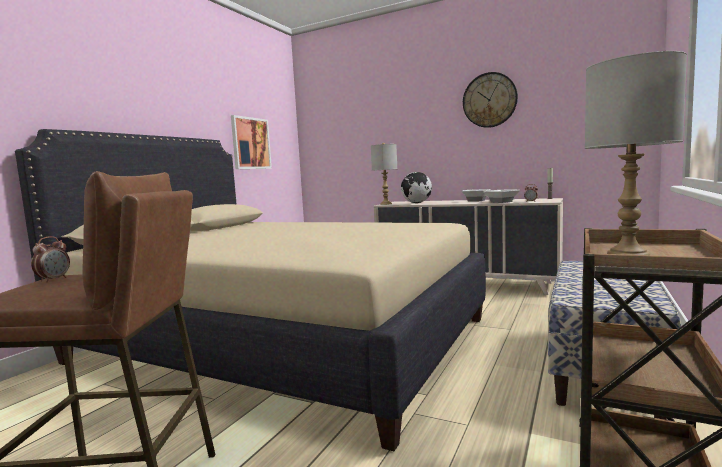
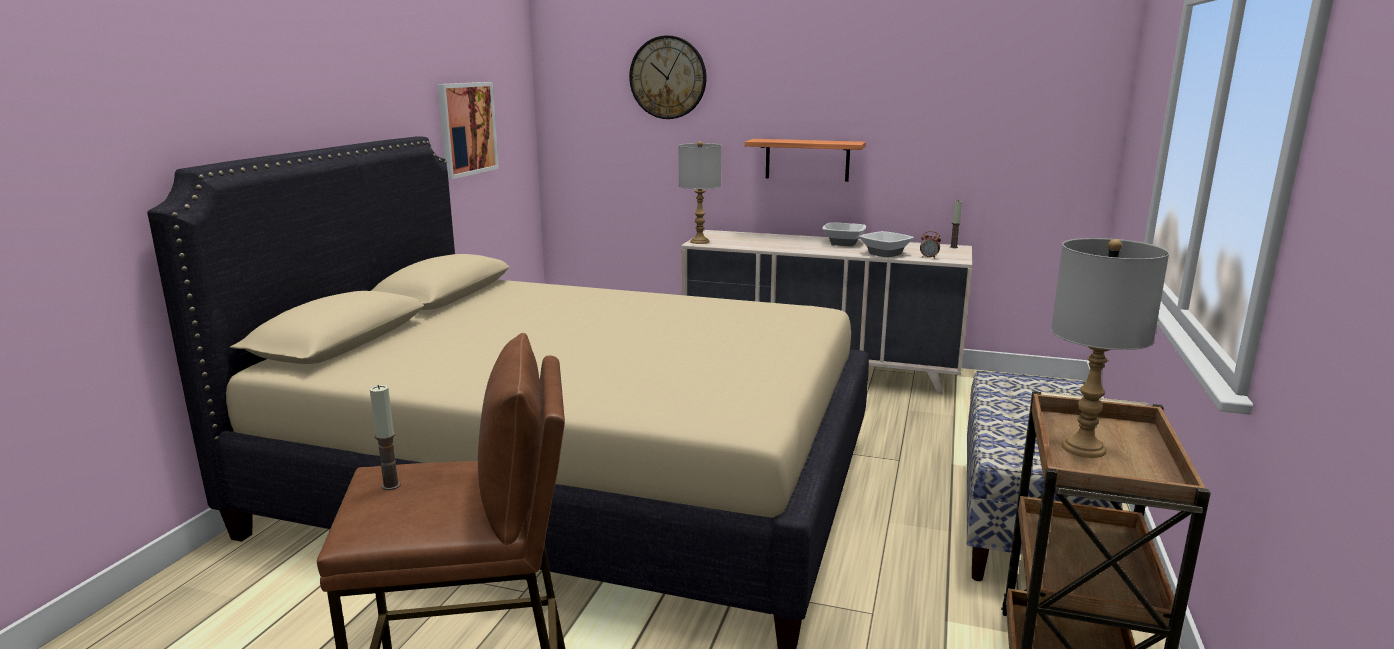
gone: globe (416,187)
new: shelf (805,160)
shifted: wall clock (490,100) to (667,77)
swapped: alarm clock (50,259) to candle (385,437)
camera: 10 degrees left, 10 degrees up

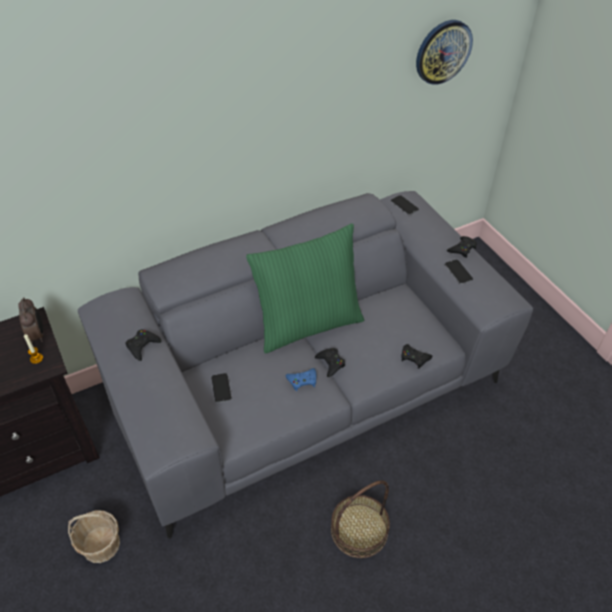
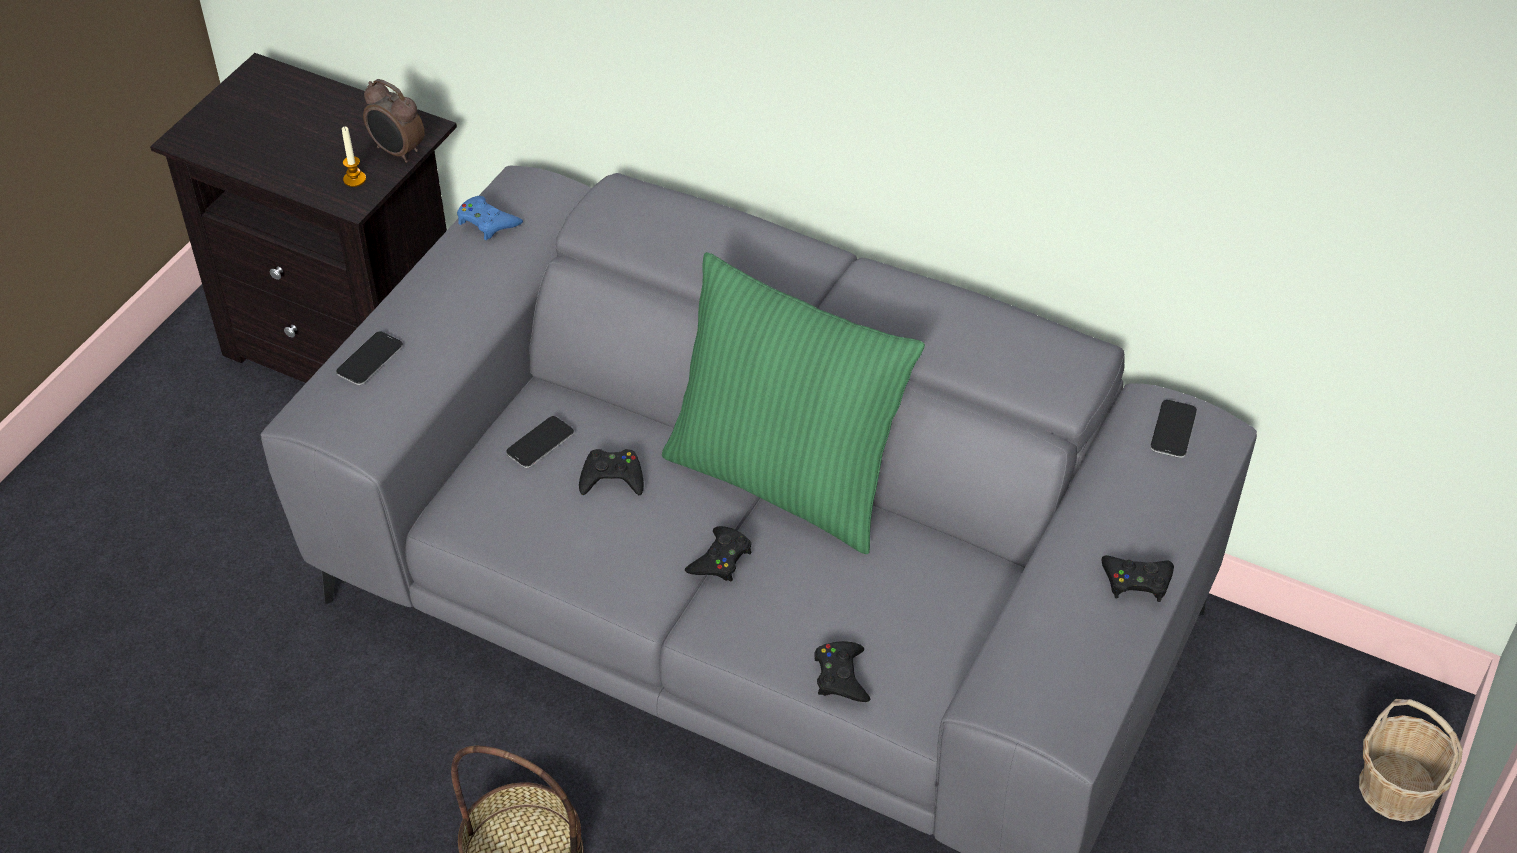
gone: wall clock (444,52)
shifted: basket (94,536) to (1411,760); game controller (black) (143,345) to (611,472); game controller (blue) (300,379) to (490,218); phone (459,272) to (369,358)
rotated: alarm clock (31,320) = (394,121) 90 degrees clockwise
camera: 55 degrees right, 0 degrees up

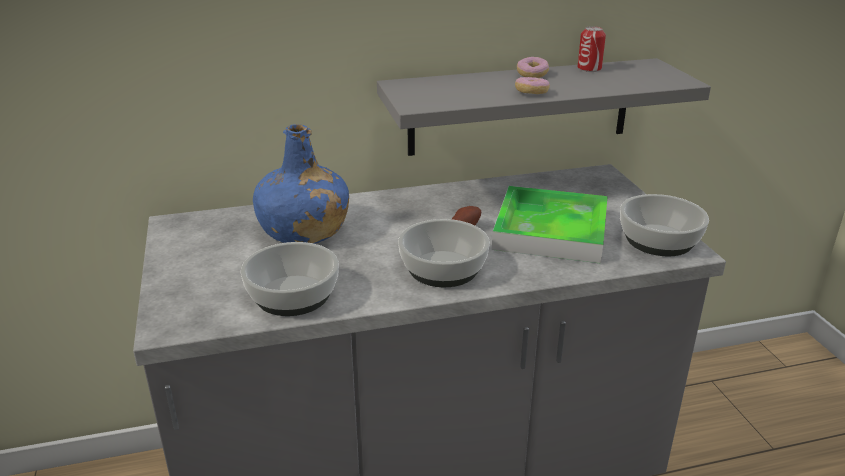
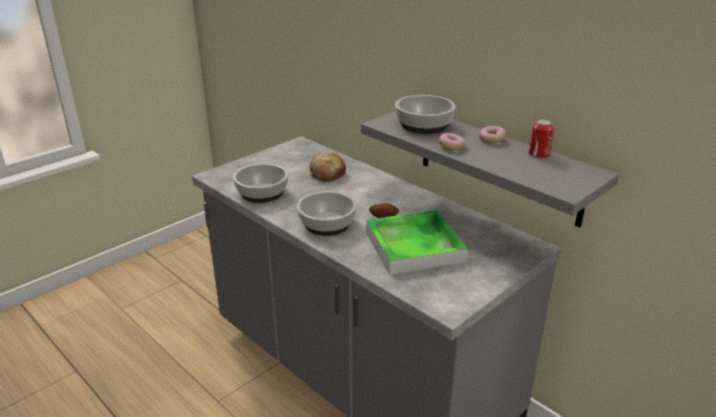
shifted: bowl (664,225) to (425,114)
swapped: bottle (blue) (301,184) to bread (328,167)
camera: 60 degrees right, 0 degrees up

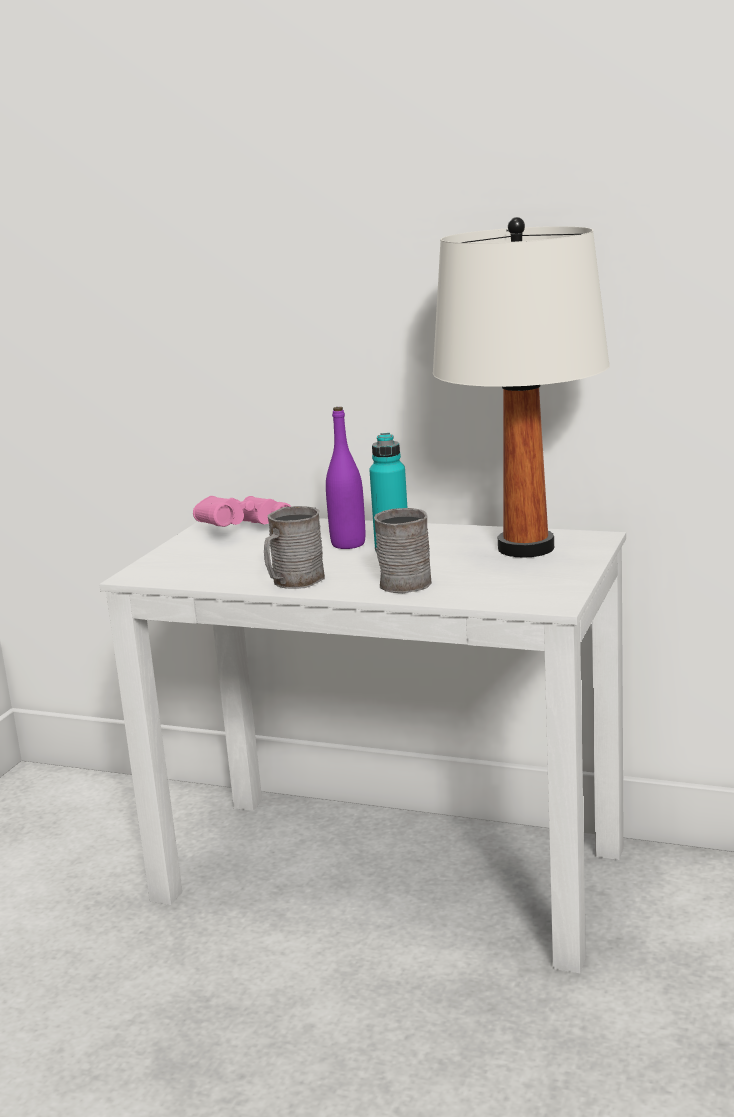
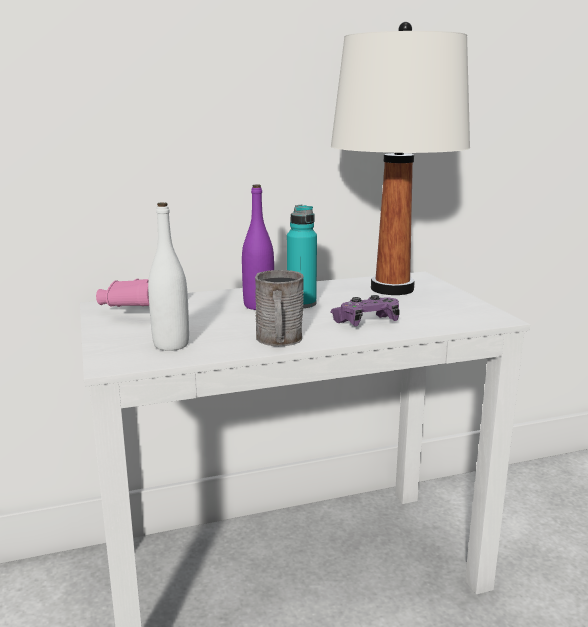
new: bottle (white) (168,276)
swapped: mug (grey) (403,550) to game controller (purple) (365,310)
camera: 40 degrees left, 0 degrees up

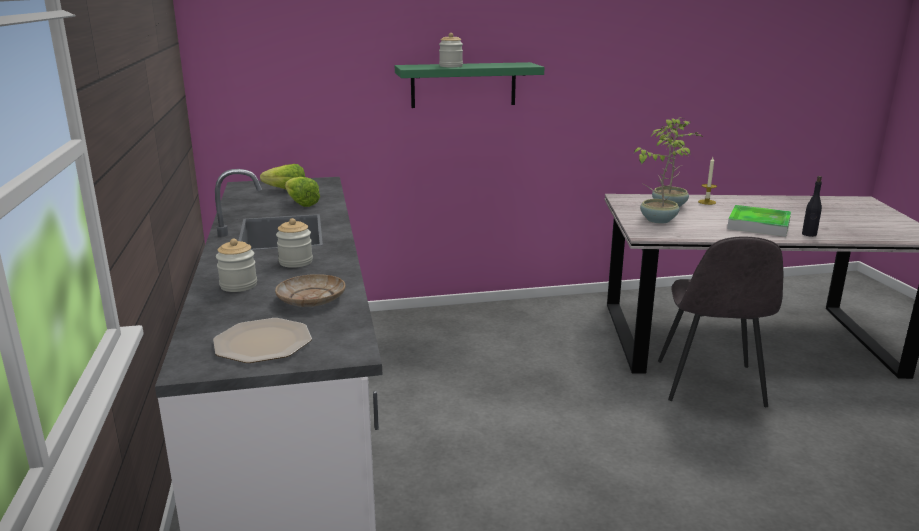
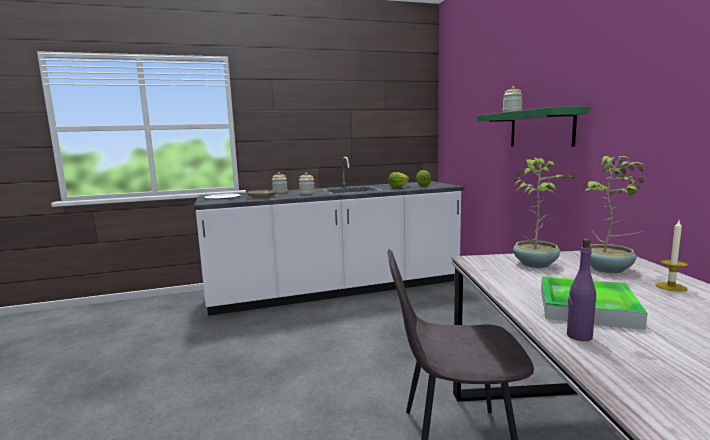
repainted: bottle (black) (812,206) to bottle (purple) (581,290)
camera: 85 degrees right, 10 degrees down

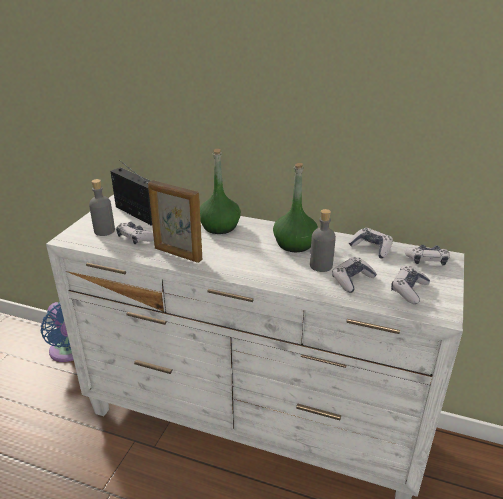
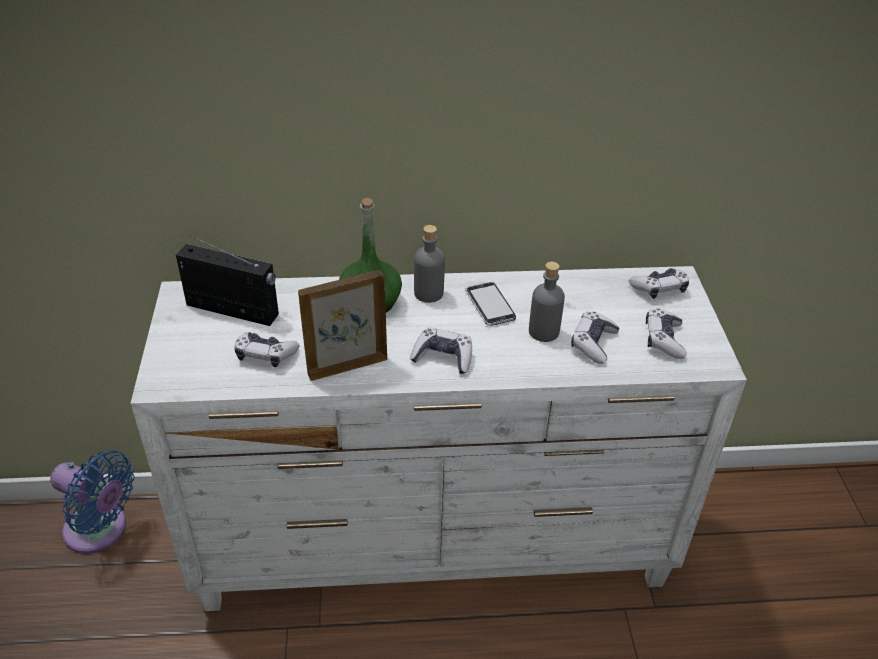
shifted: bottle (grey) (102,207) to (429,264); game controller (371,243) to (441,350)
swapped: bottle (green) (295,207) to phone (491,304)
rotated: picture frame (175,221) = (342,325) 150 degrees clockwise
camera: 25 degrees left, 10 degrees up

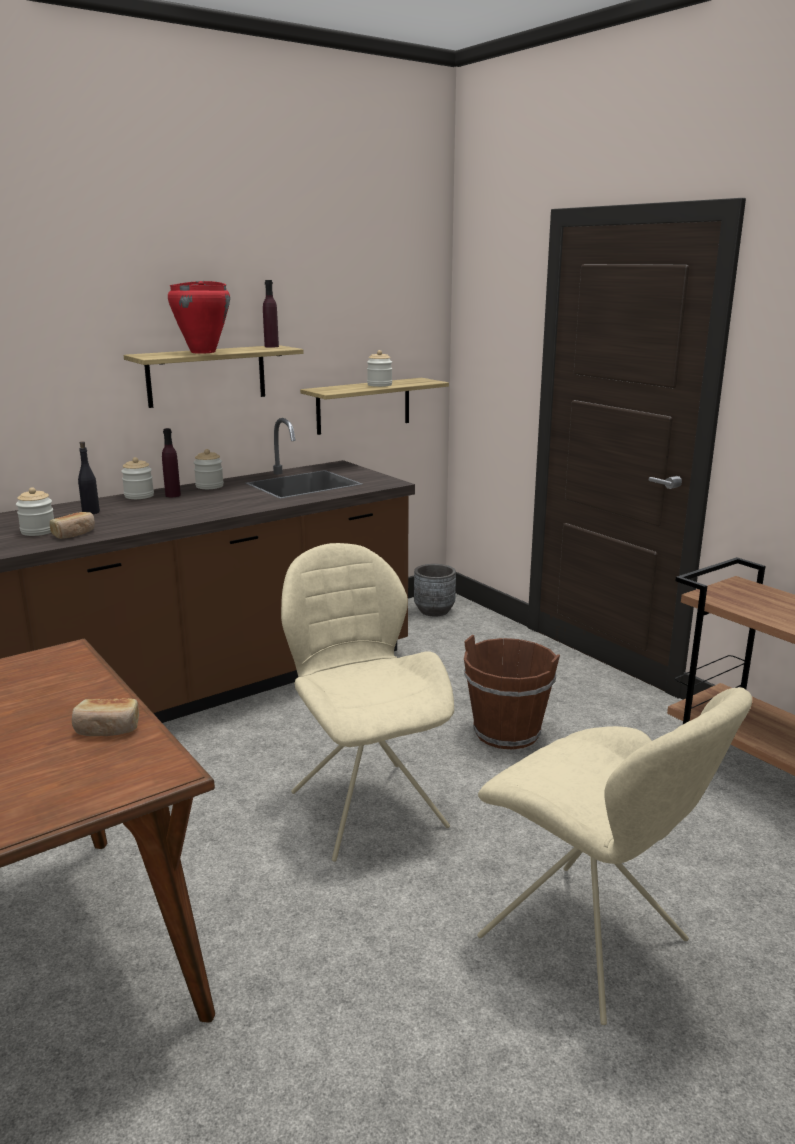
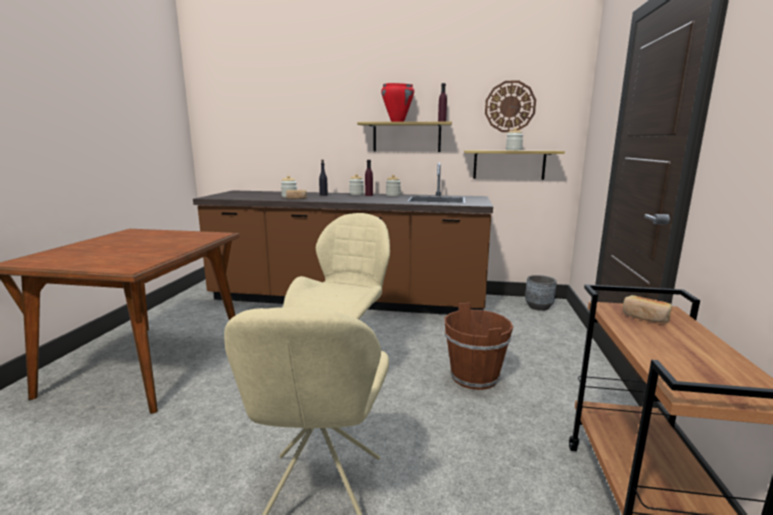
new: wall clock (510,106)
shifted: bread (105,717) to (647,309)
camera: 45 degrees right, 5 degrees down

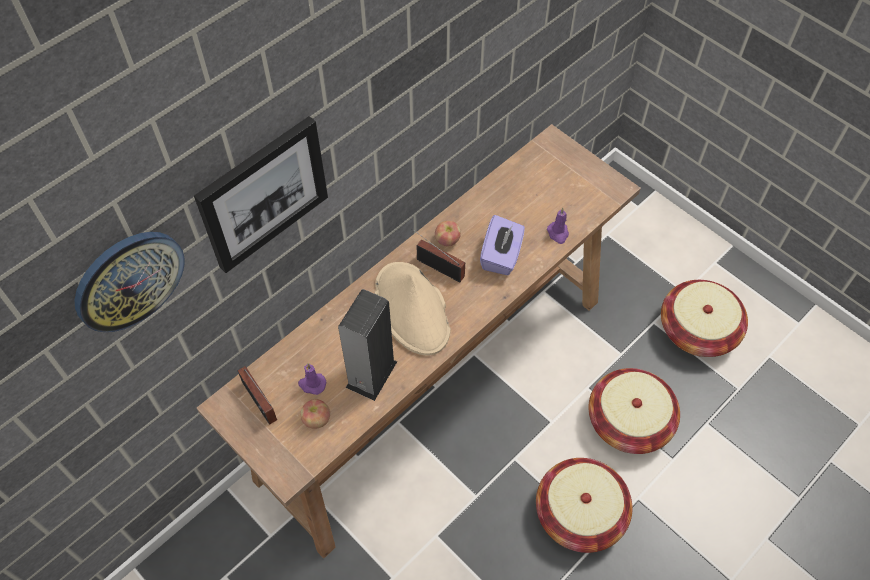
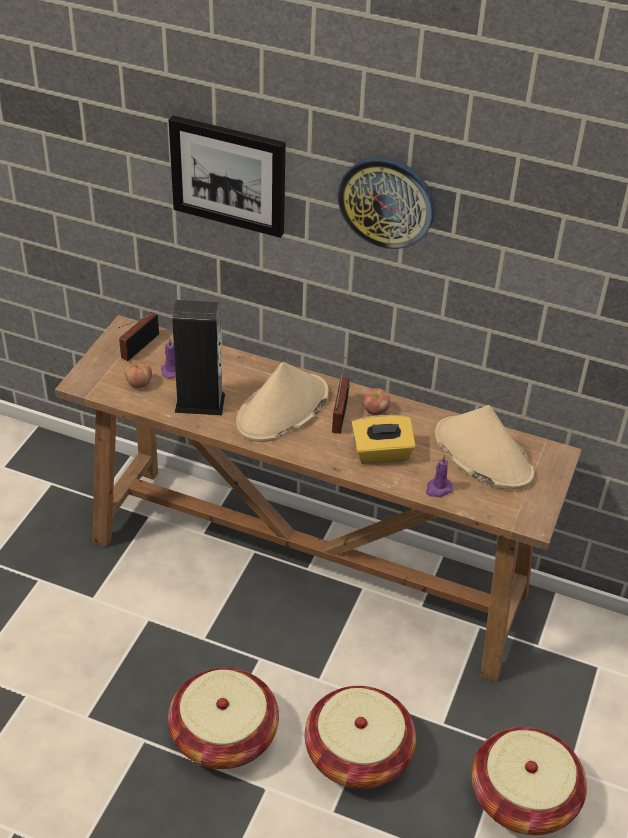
new: hat (beige) (484,447)
shifted: wall clock (129,282) to (386,203)
repainted: tissue box (purple) (502,245) to tissue box (yellow) (383,439)
camera: 65 degrees right, 15 degrees down

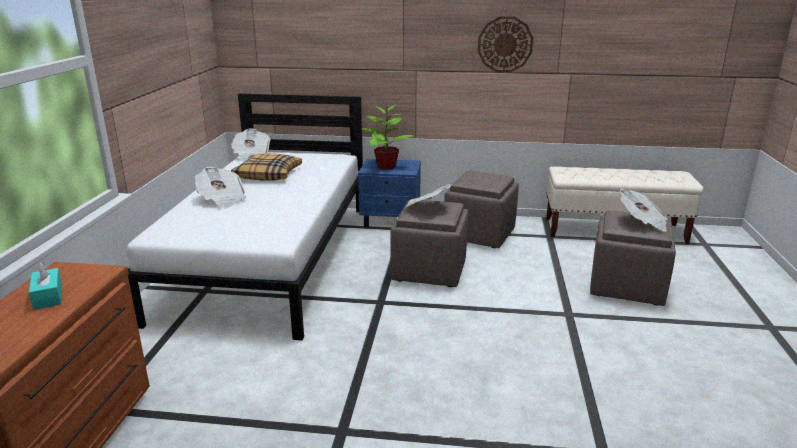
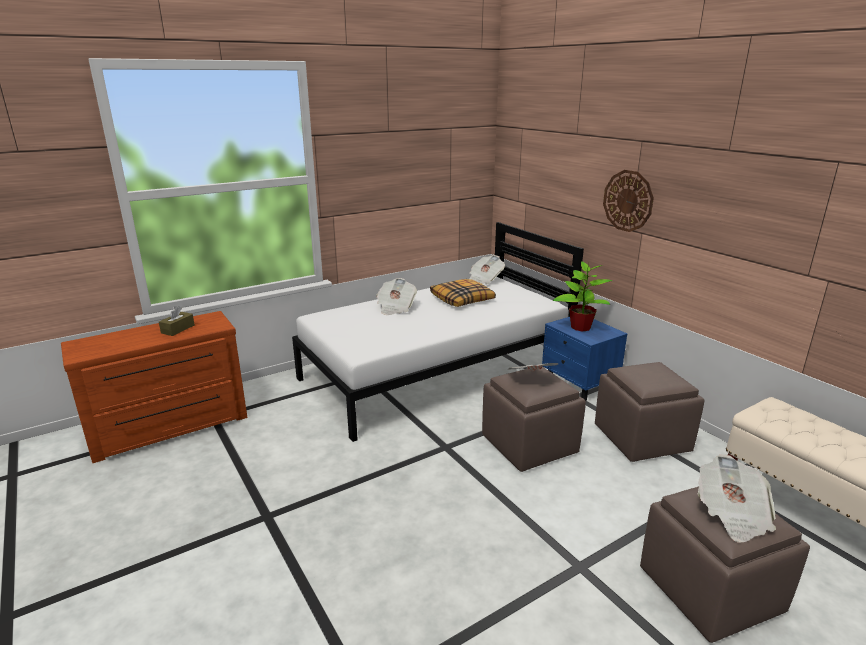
shifted: wall clock (505,44) to (628,201)
repainted: tissue box (turquoise) (45,286) to tissue box (brown) (177,321)
camera: 50 degrees right, 0 degrees up

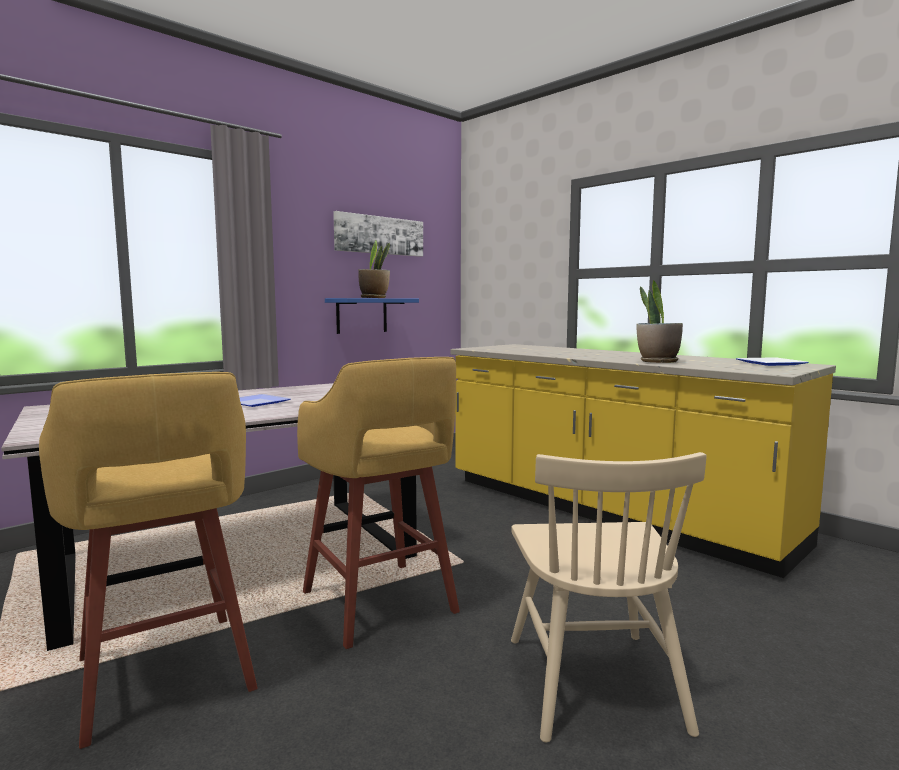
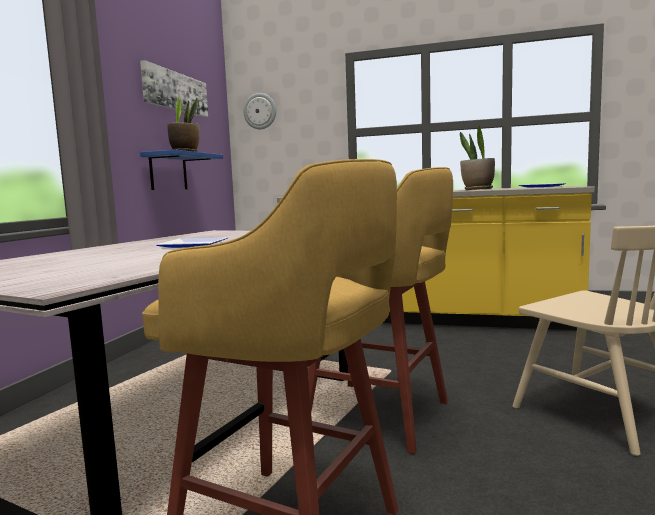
new: wall clock (260,111)
camera: 30 degrees left, 0 degrees up

